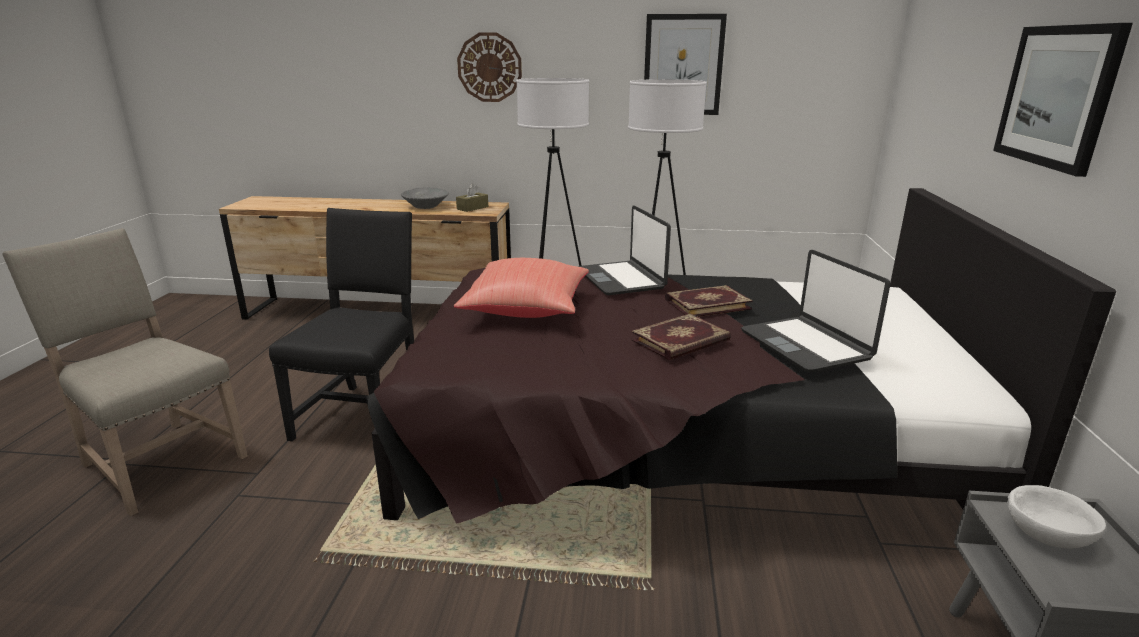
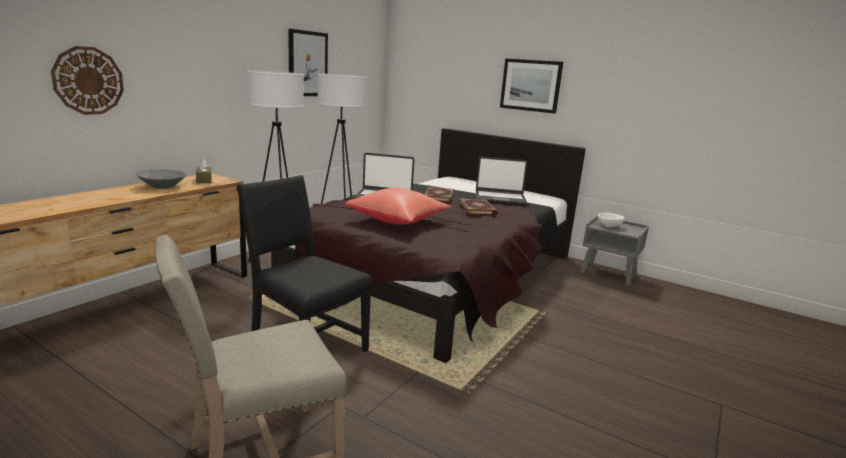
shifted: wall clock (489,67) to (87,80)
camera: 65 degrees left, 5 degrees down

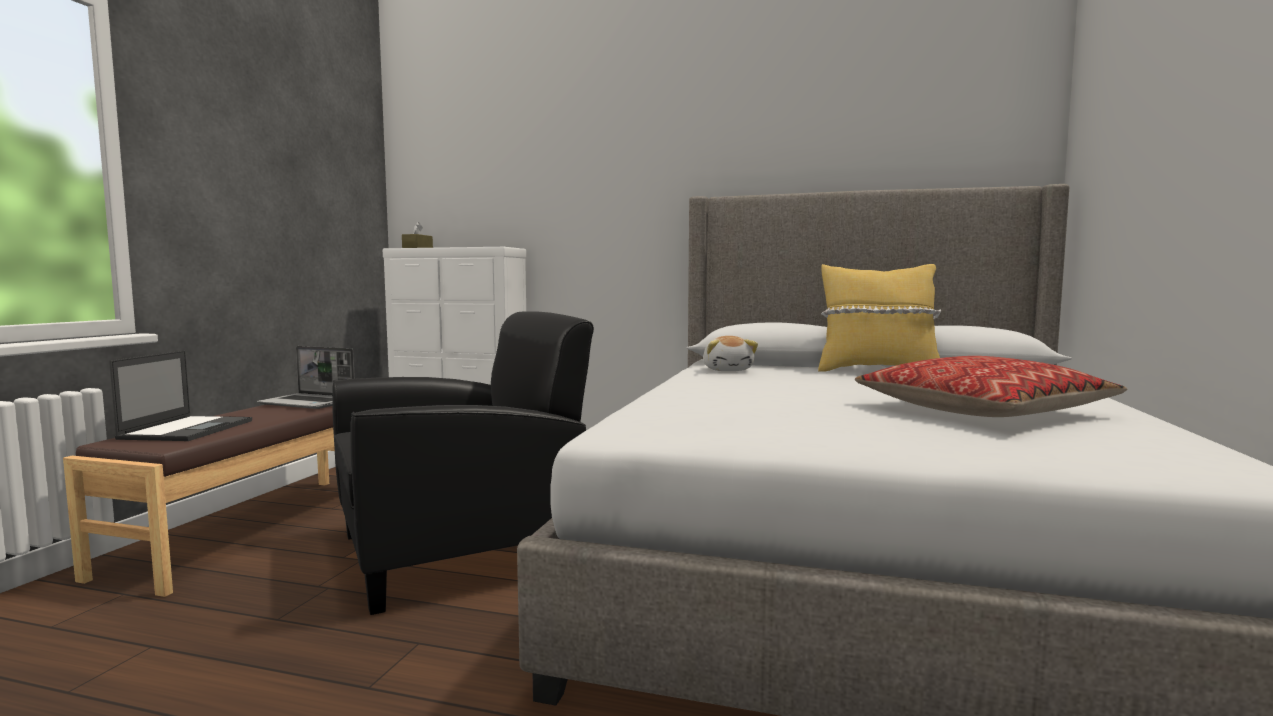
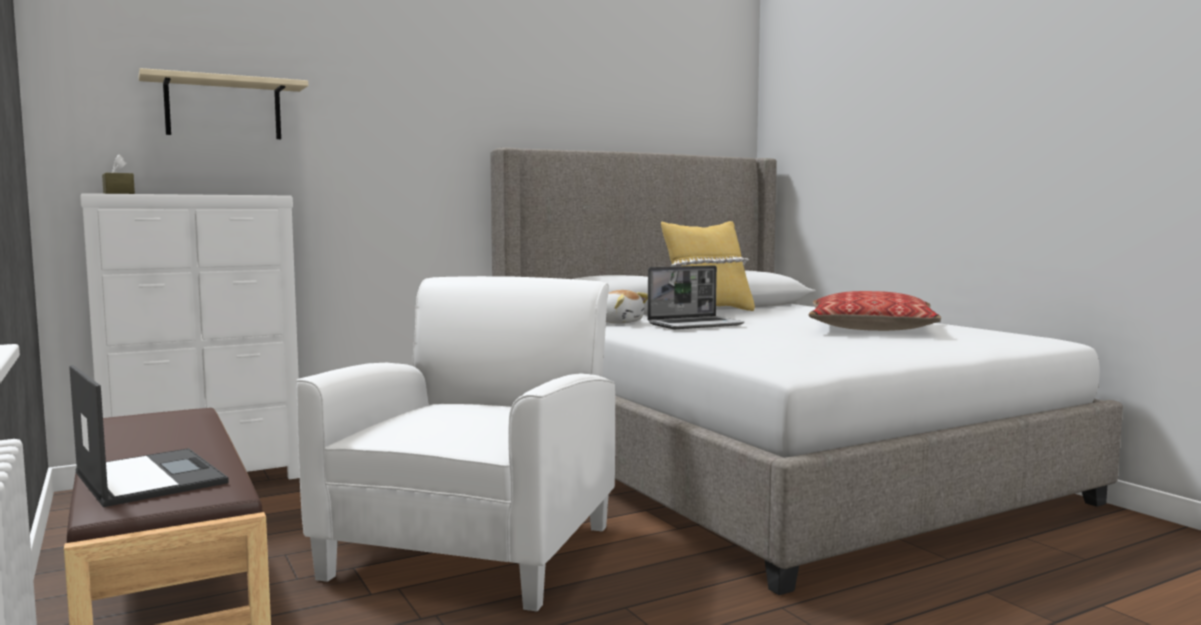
new: shelf (beige) (223,103)
shifted: laptop (306,377) to (696,297)
repainted: armchair (black) (463,463) to armchair (white) (455,444)
camera: 45 degrees left, 0 degrees up

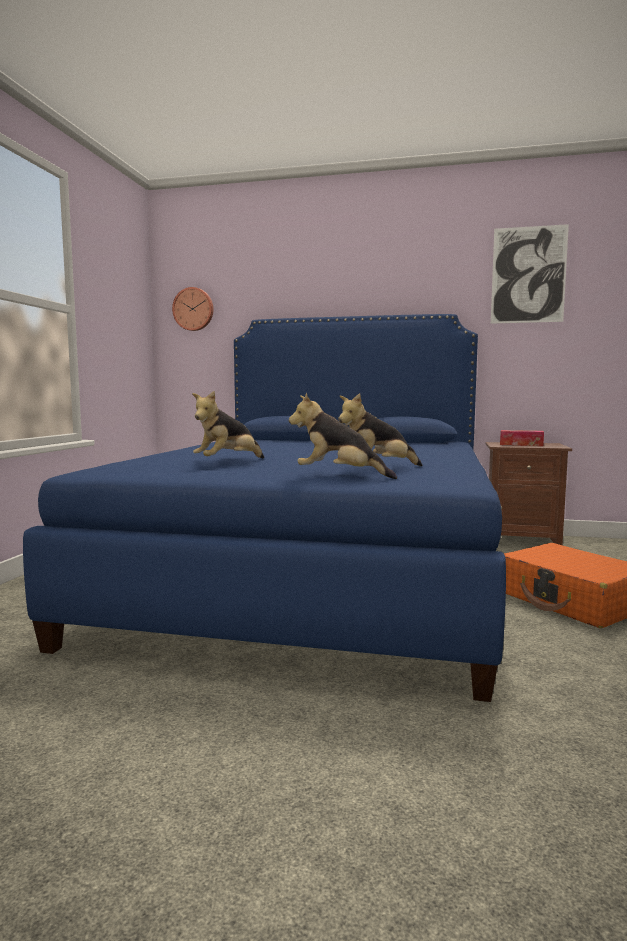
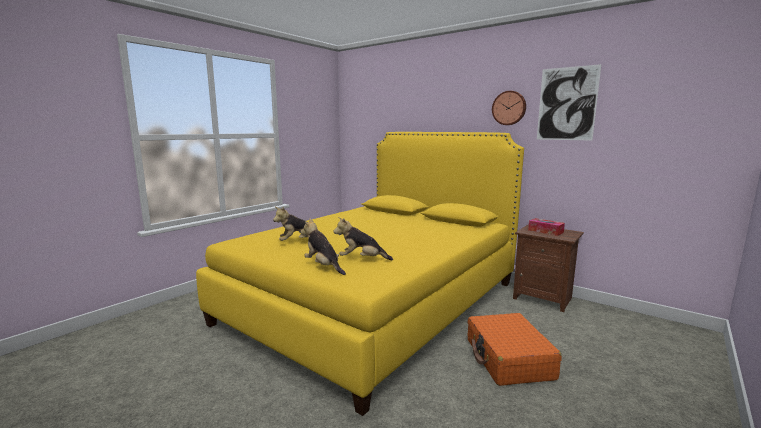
shifted: wall clock (193,309) to (509,108)
repainted: bed (blue) (264,508) to bed (yellow) (360,274)
camera: 25 degrees right, 5 degrees up

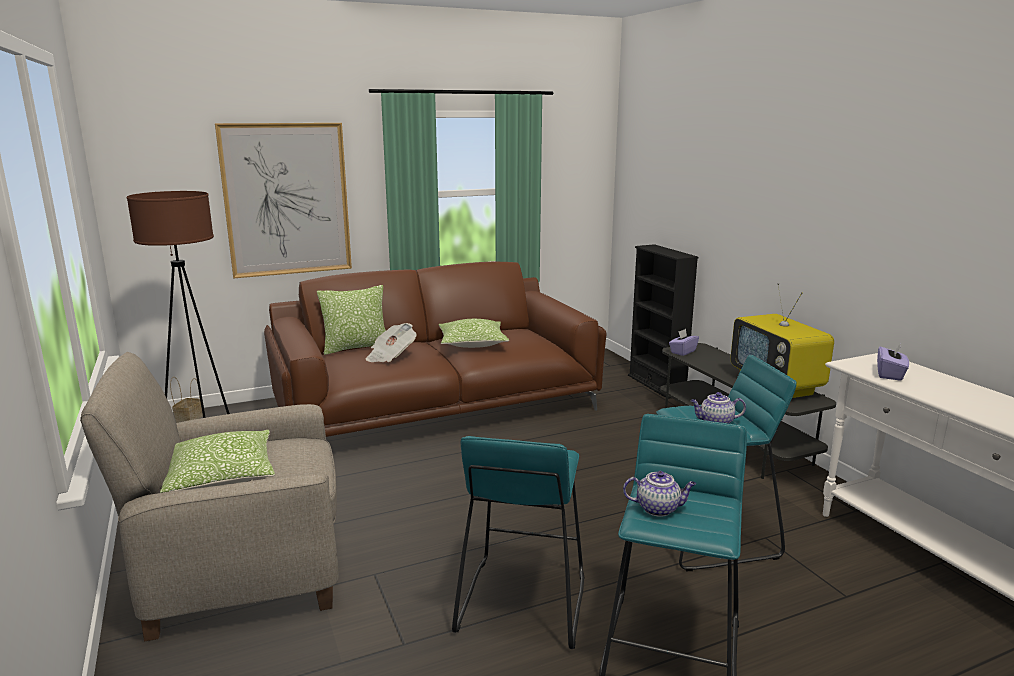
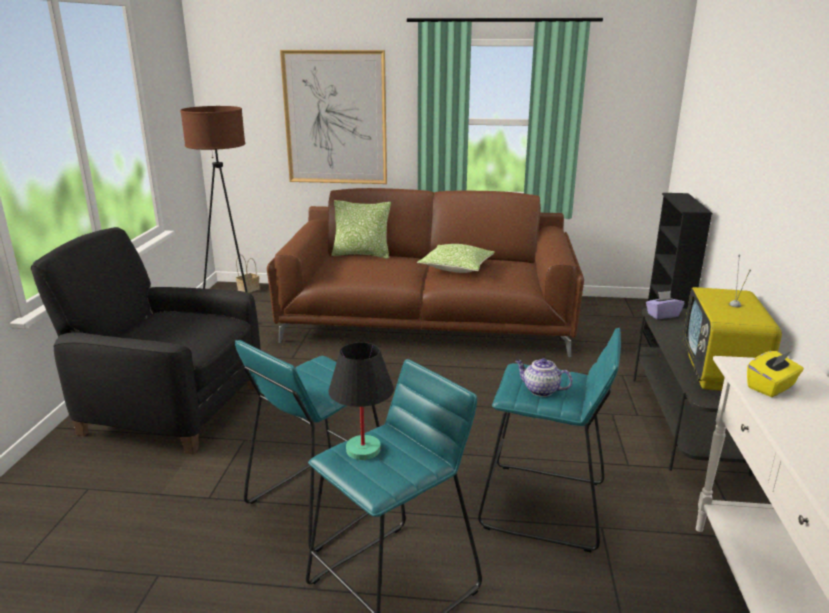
gone: pillow (217,461); newspaper (391,342)
swapped: teapot (659,493) to table lamp (black) (361,401)
repainted: armchair (beige) (209,496) to armchair (black) (146,340); tissue box (purple) (893,362) to tissue box (yellow) (775,374)
camera: 30 degrees right, 5 degrees up

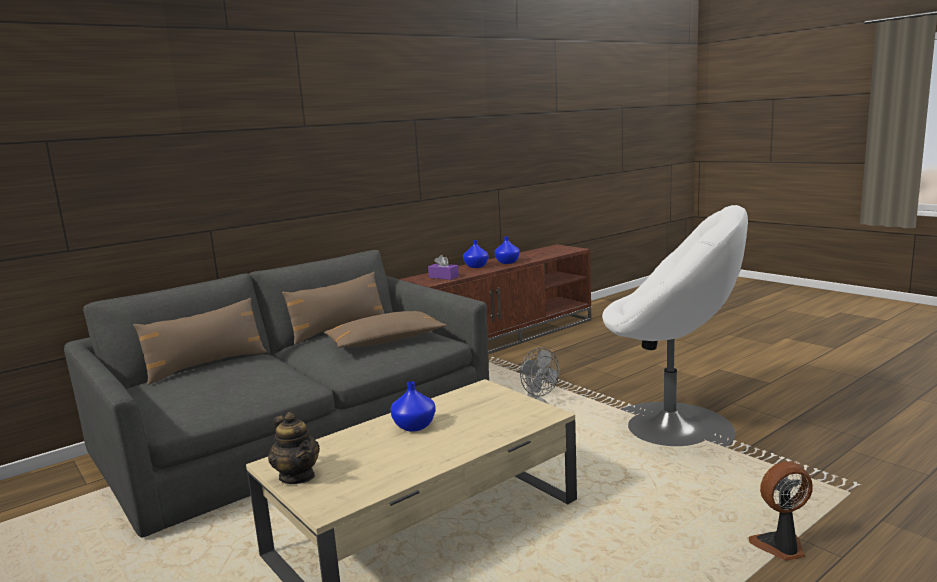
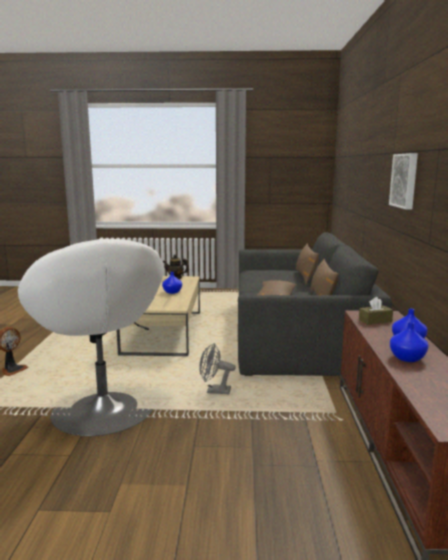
new: picture (403,181)
repainted: tissue box (purple) (443,267) to tissue box (brown) (376,311)
rotated: armchair (white) (675,326) = (91,337) 90 degrees counterclockwise
camera: 130 degrees right, 0 degrees up

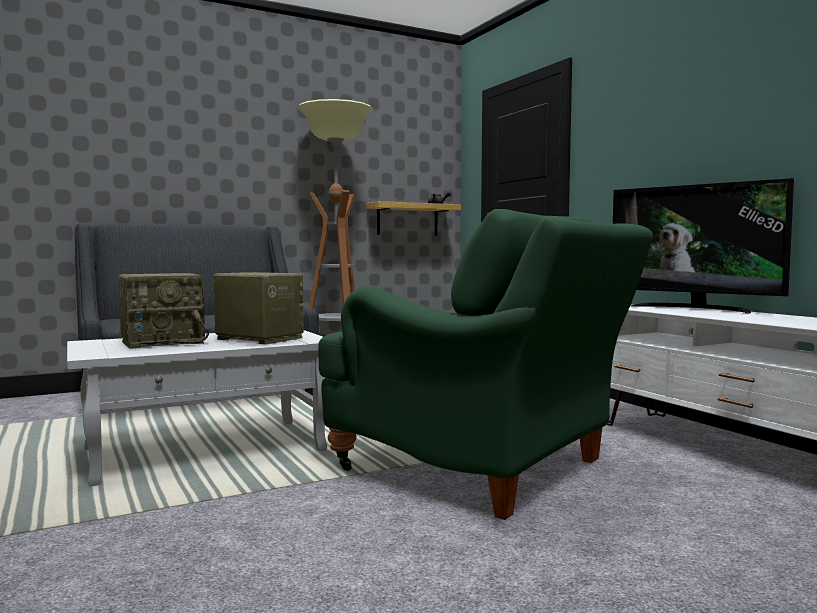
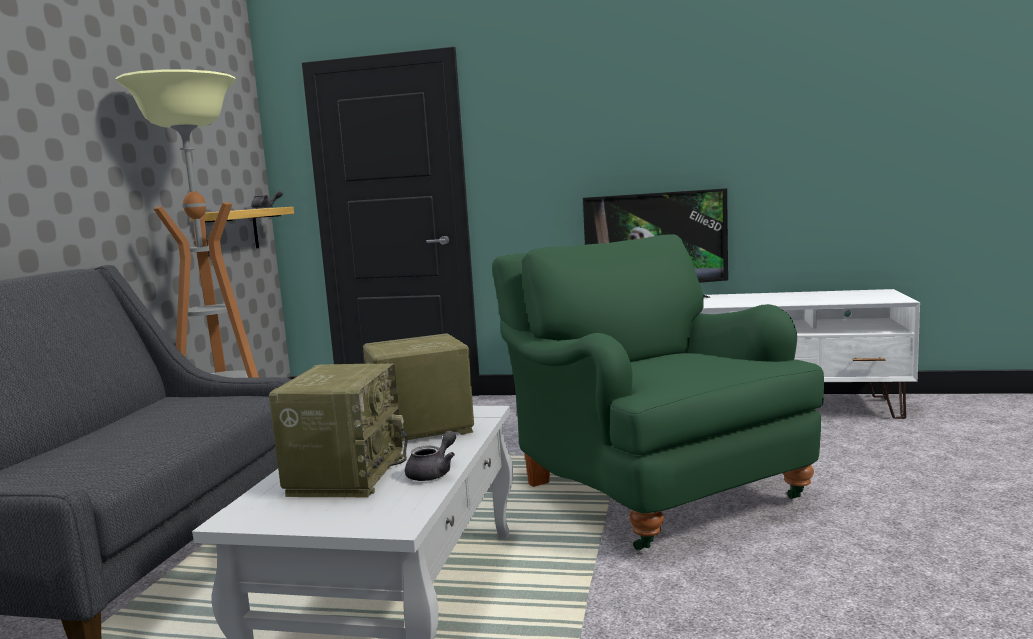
new: teapot (grey) (430,455)
rotated: armchair (green) (485,364) = (658,392) 105 degrees counterclockwise
camera: 50 degrees left, 5 degrees up

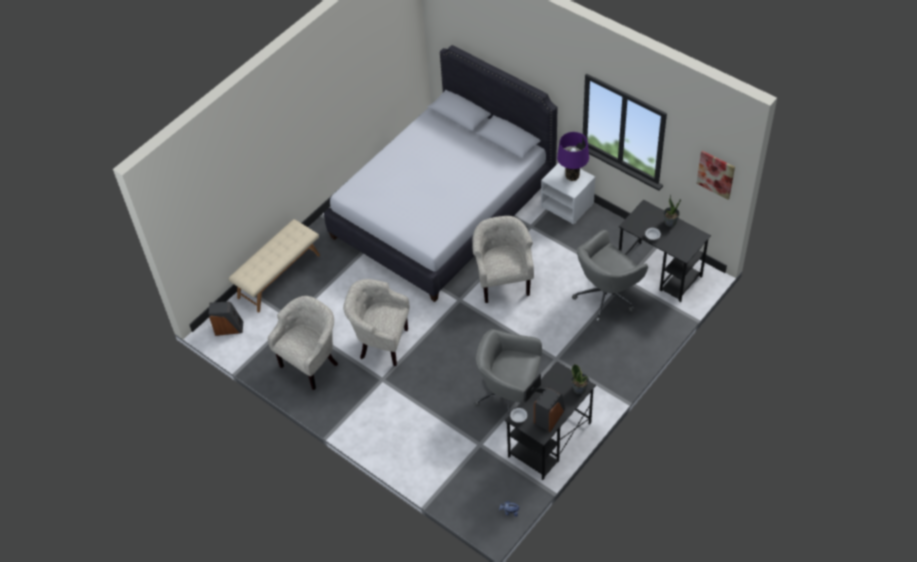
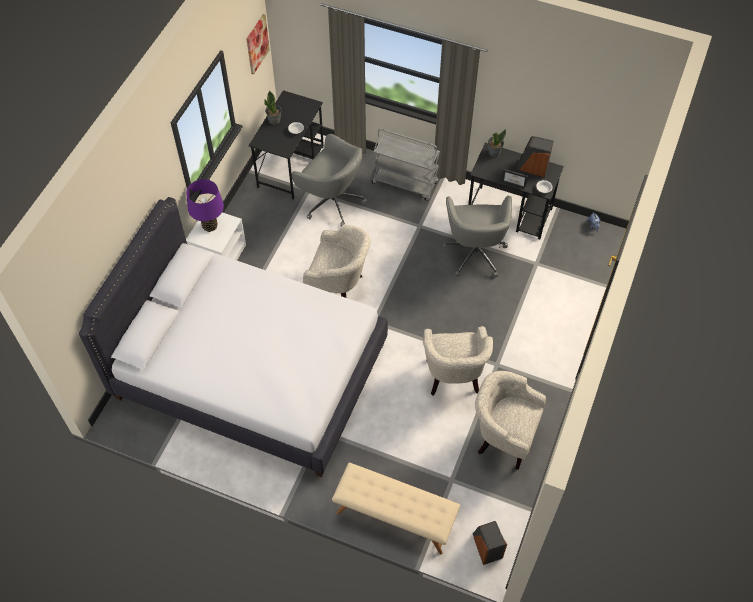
new: cart (grey) (406,164)
rotated: armchair (beige) (503,259) = (337,261) 135 degrees counterclockwise
camera: 110 degrees left, 5 degrees up

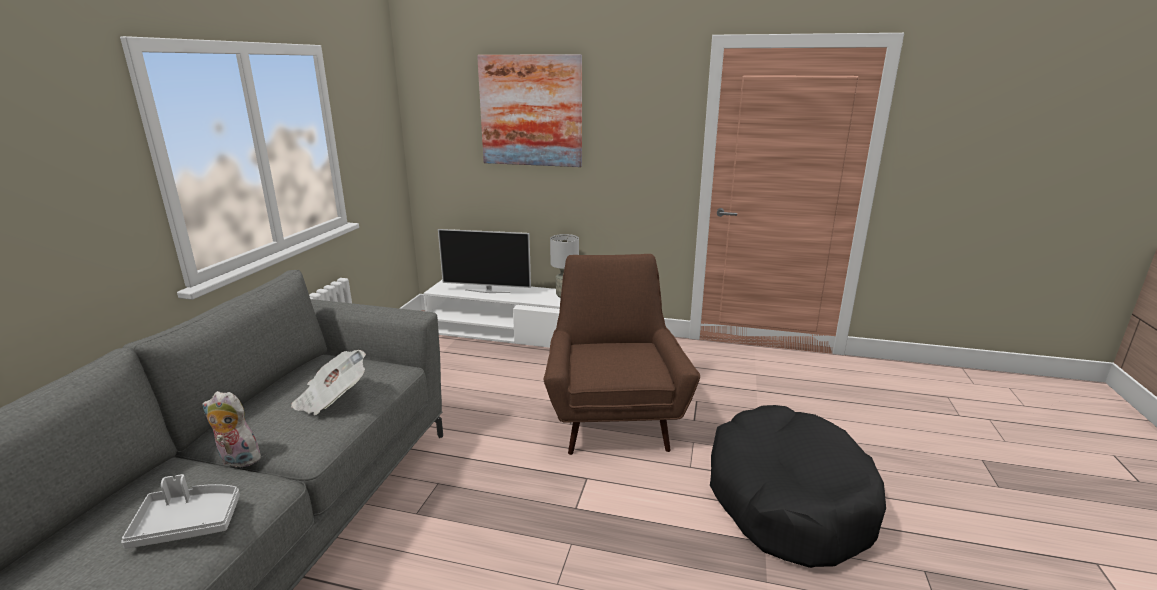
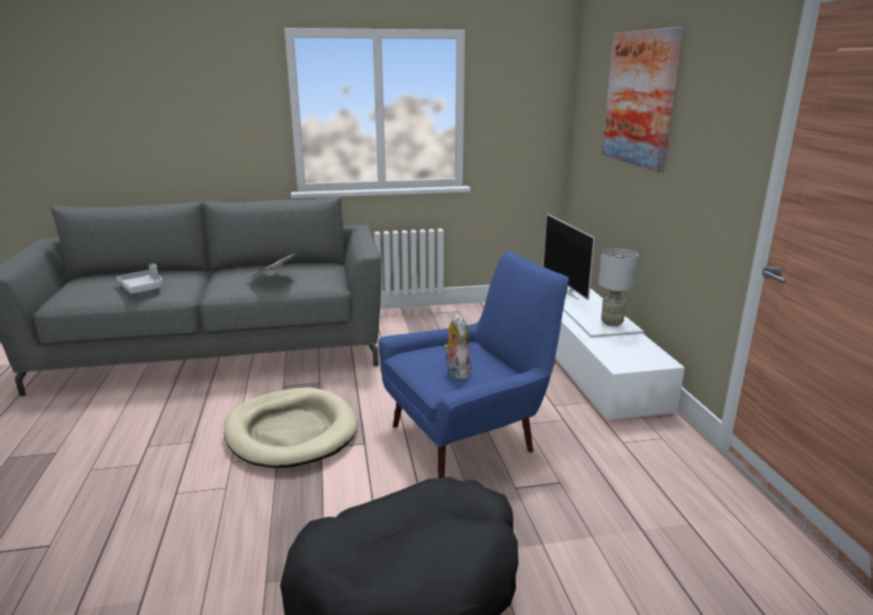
new: dog bed (beige) (291,427)
shifted: plush toy (231,429) to (457,346)
repainted: armchair (brown) (622,354) to armchair (blue) (473,364)
camera: 65 degrees right, 0 degrees up

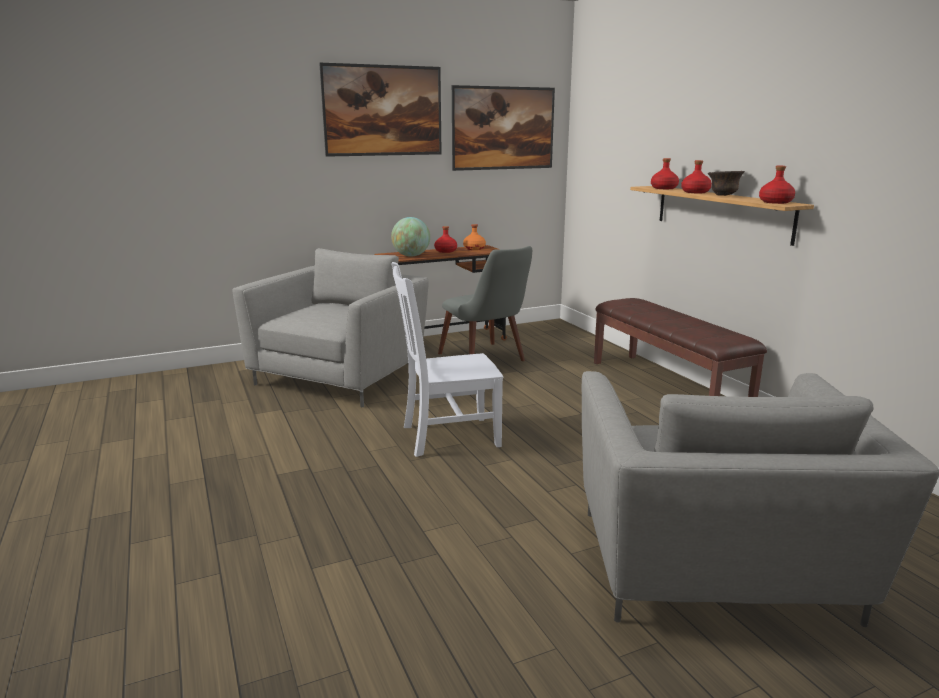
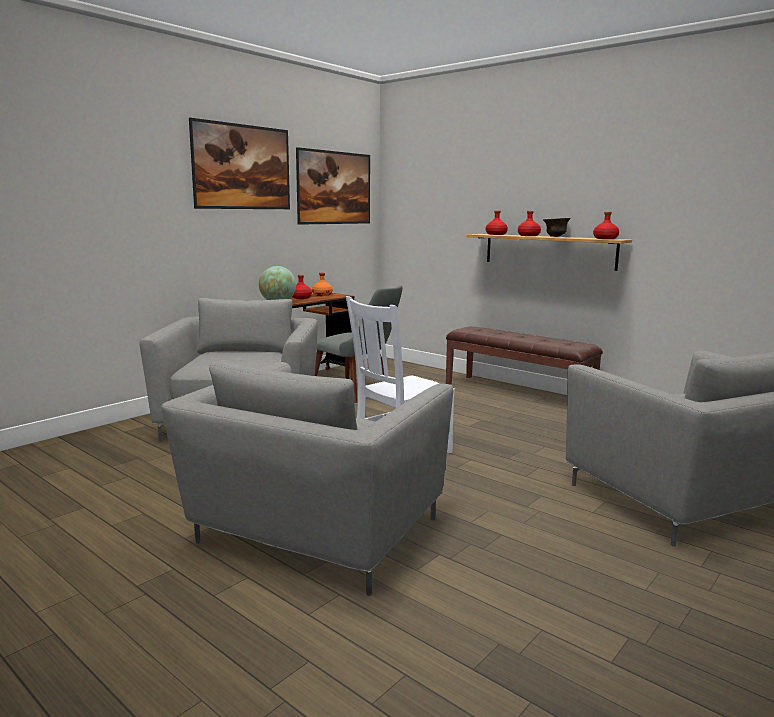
new: armchair (grey) (307,478)
camera: 25 degrees left, 5 degrees down

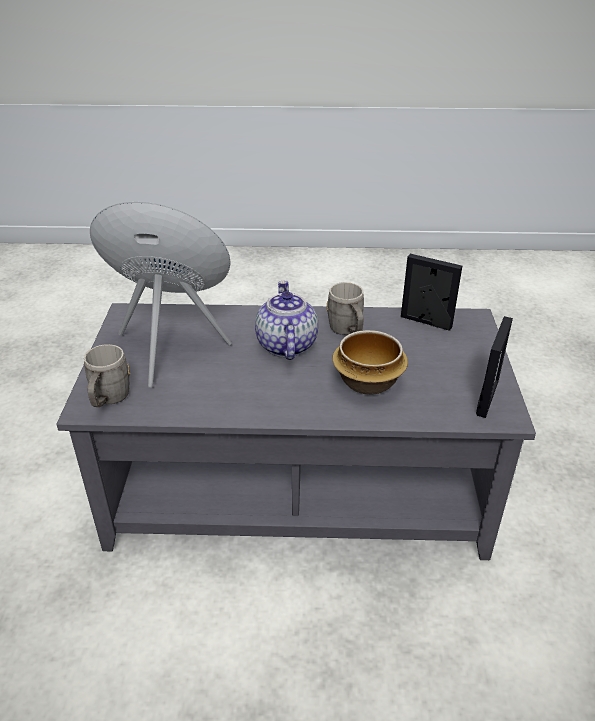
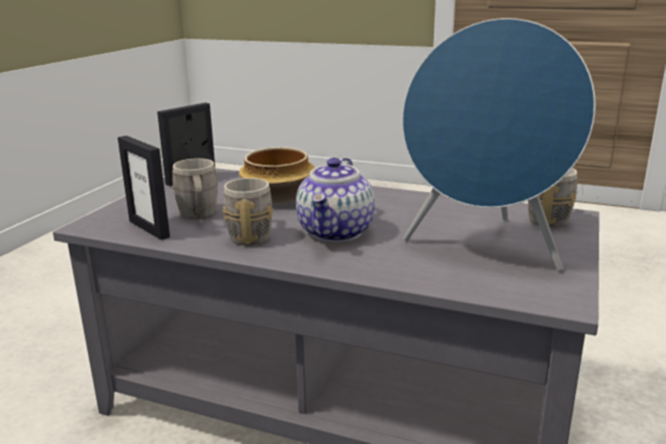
new: mug (grey) (195,188)
camera: 160 degrees left, 15 degrees down

